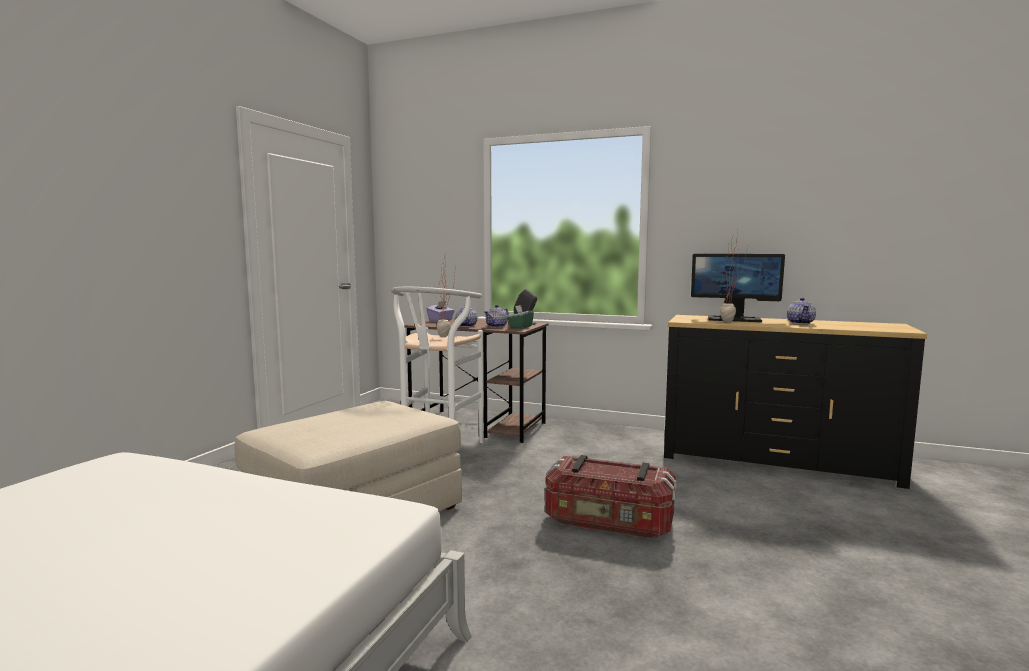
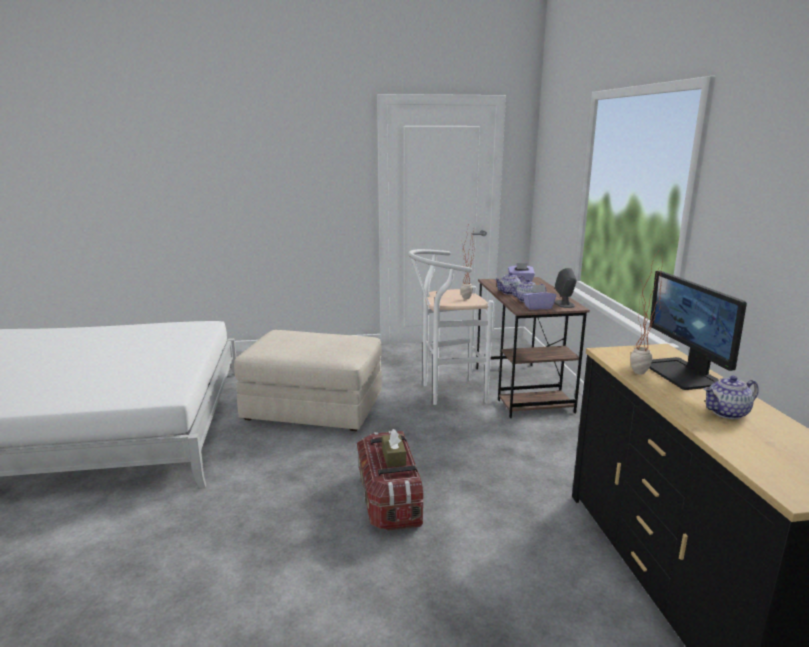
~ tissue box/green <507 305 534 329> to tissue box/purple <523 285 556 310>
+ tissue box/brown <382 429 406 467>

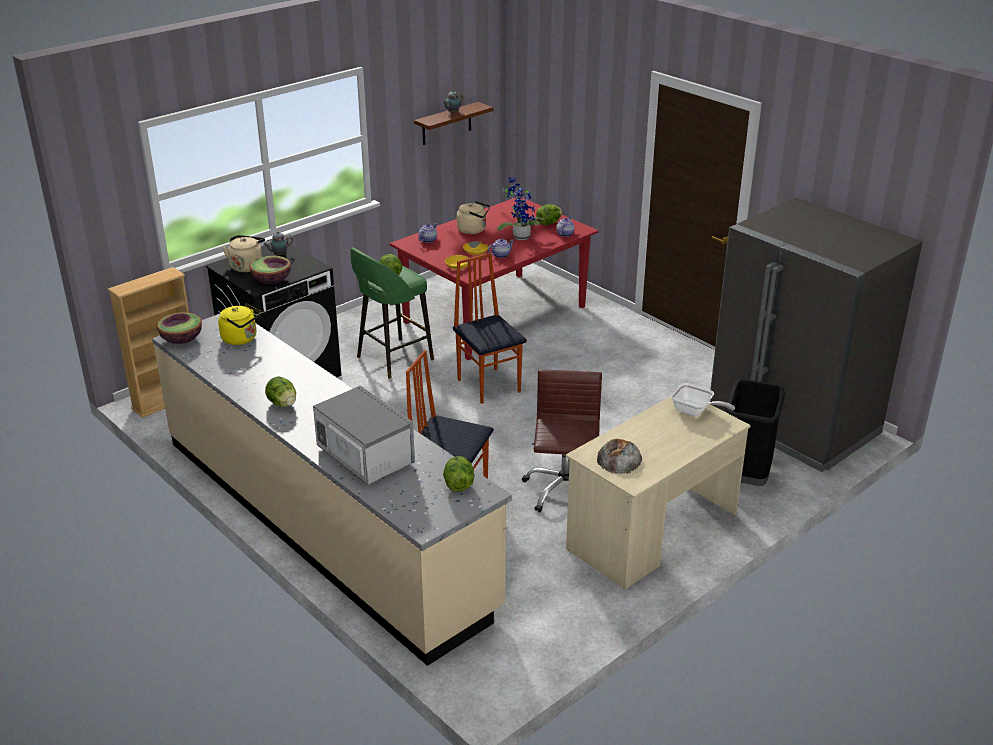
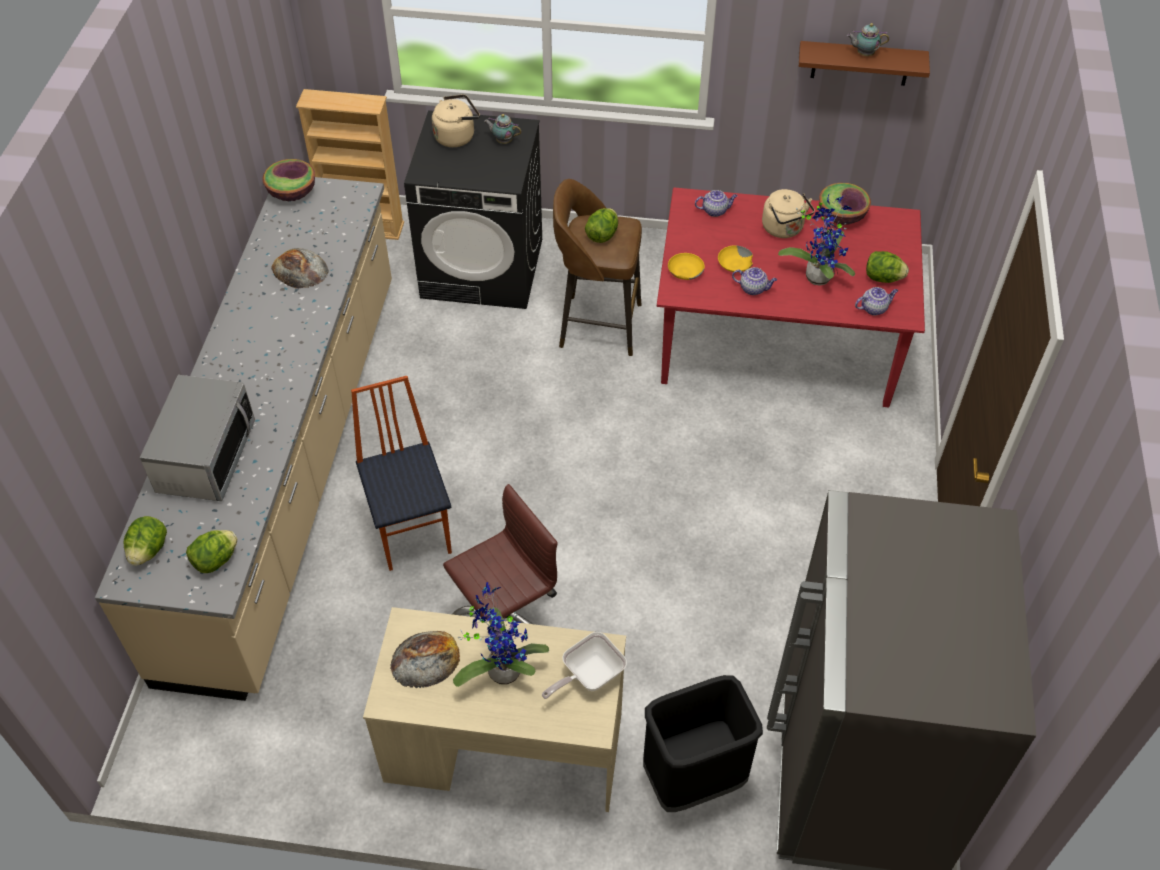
- kettle/yellow <218 303 262 345>
~ bowl <250 256 291 284> to <819 183 871 225>
~ lettuce <265 376 296 407> to <124 516 167 566>
~ stool/green <350 247 434 379> to stool/brown <553 179 642 356>
- chair <453 253 527 404>
~ frying pan <671 383 735 416> = <542 632 627 699> 60 degrees clockwise
+ bread <271 248 329 289>
+ potted plant <453 582 549 687>

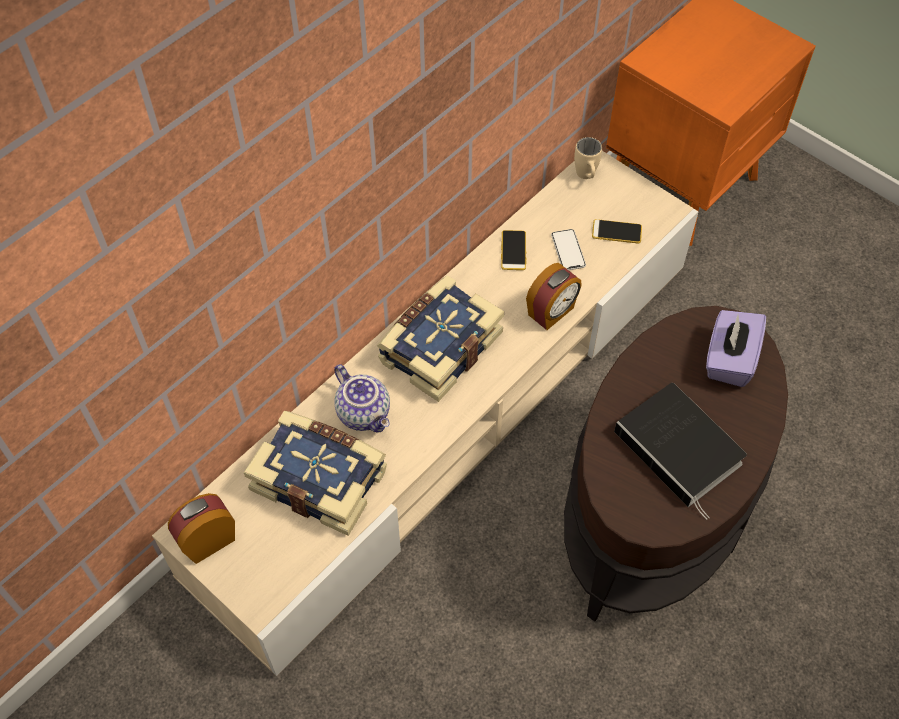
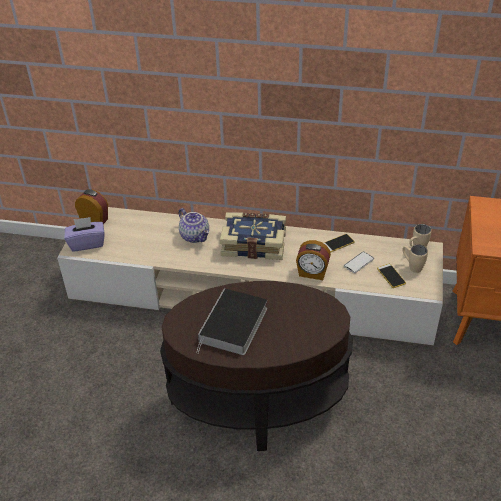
- book <244 411 387 536>
~ teapot <334 364 390 433> = <179 208 209 243> 60 degrees counterclockwise
~ tissue box/purple <706 310 766 387> to <65 217 105 252>
+ mug/beige <403 244 428 273>

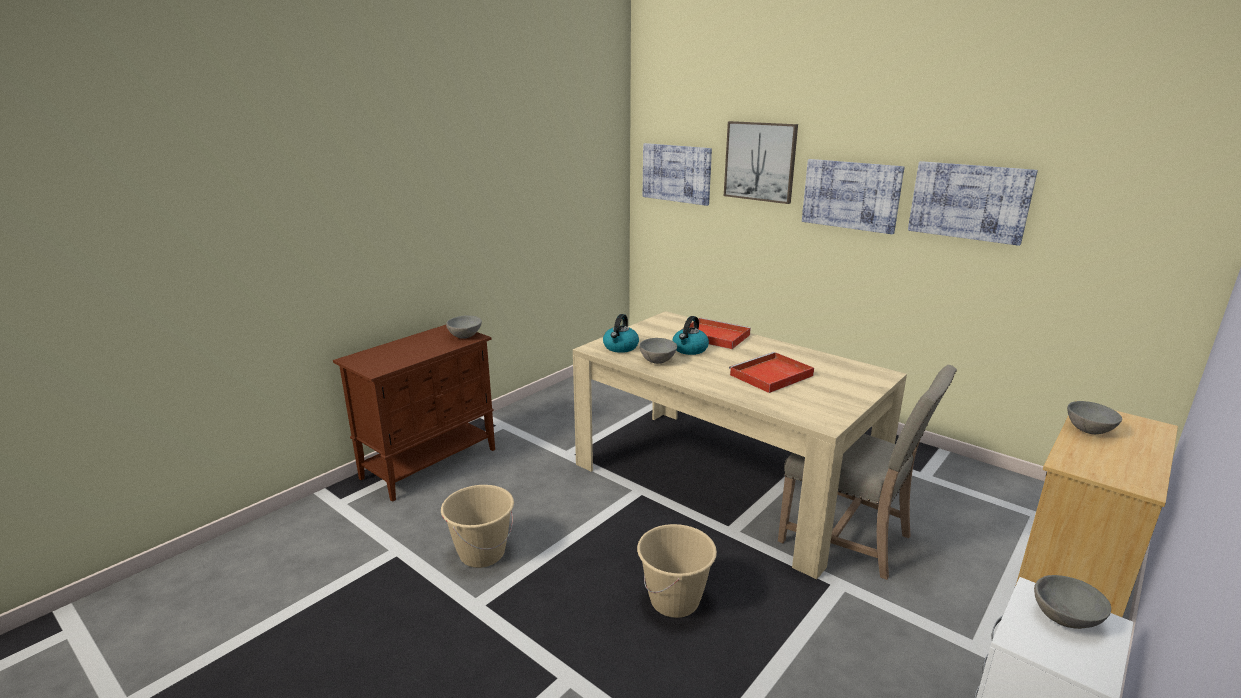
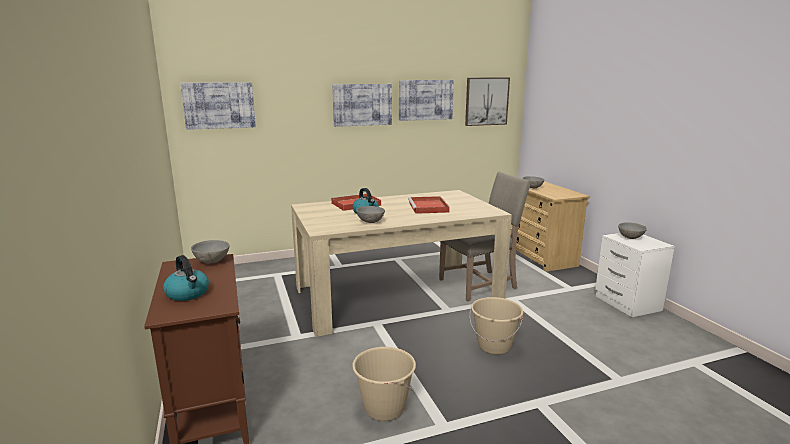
~ kettle <603 314 639 353> to <163 255 209 301>
~ picture <724 121 798 204> to <465 78 510 126>

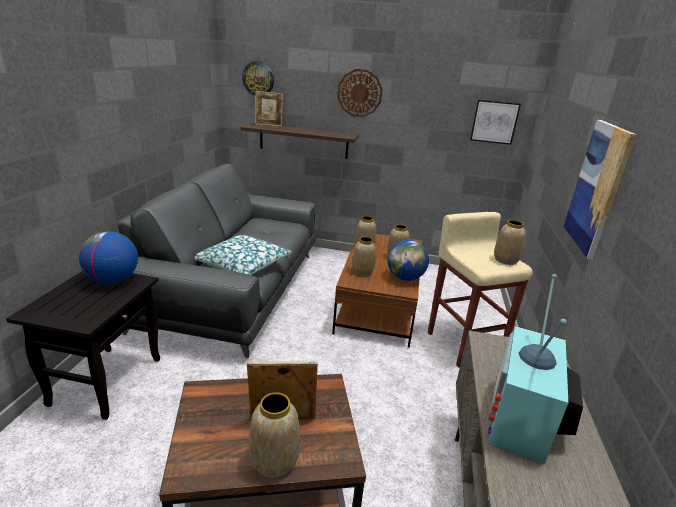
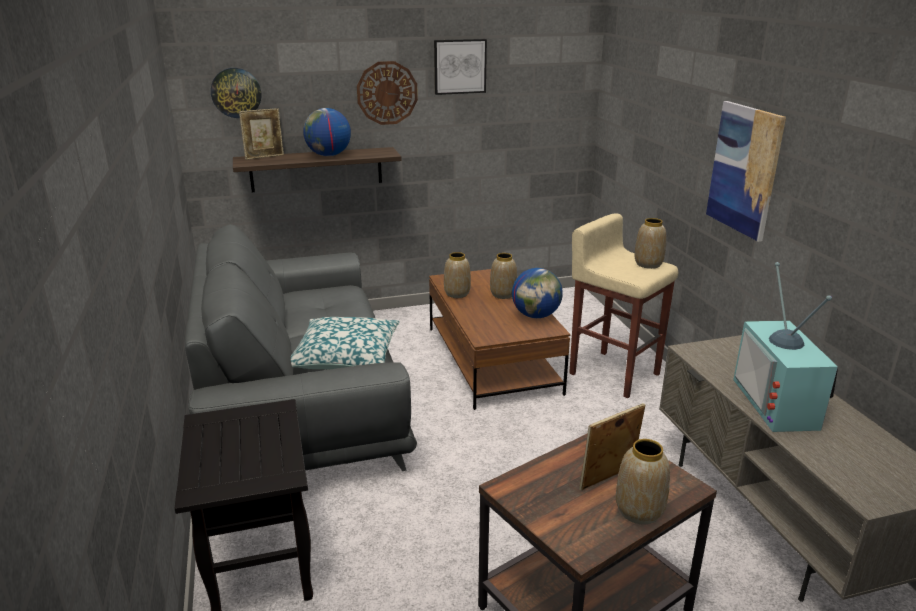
~ globe <79 231 138 284> to <303 108 351 156>
- vase <352 237 376 276>
~ picture <470 100 521 145> to <434 39 487 95>

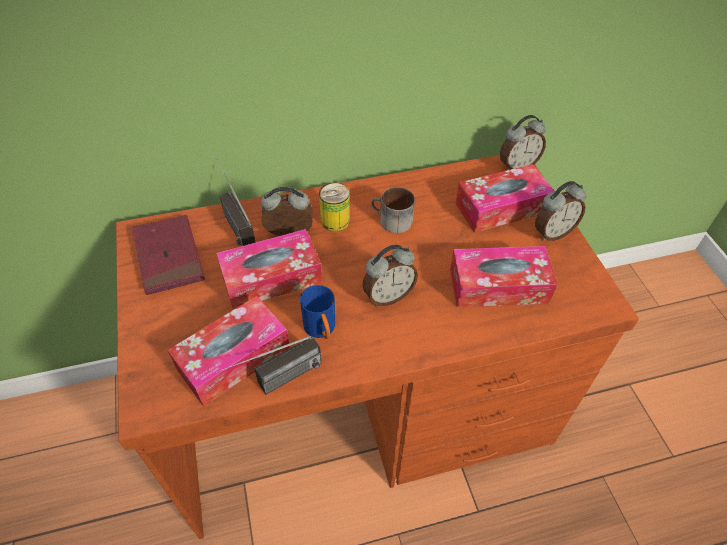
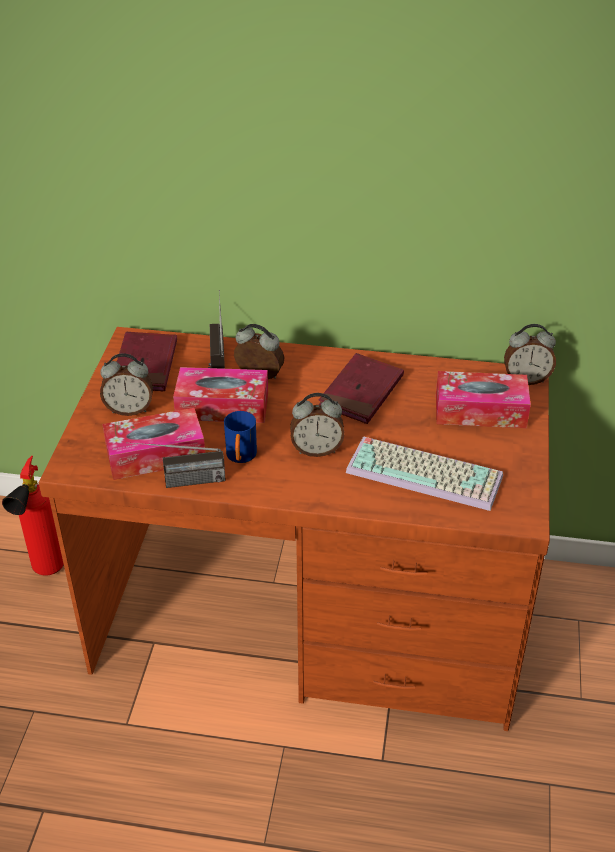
- can <319 183 350 232>
~ mug <371 187 415 233> to book/red <319 353 404 424>
~ tissue box <450 246 558 307> to keyboard <346 436 503 511>
~ alarm clock <535 181 586 241> to <100 353 153 416>
+ fire extinguisher <2 456 64 576>

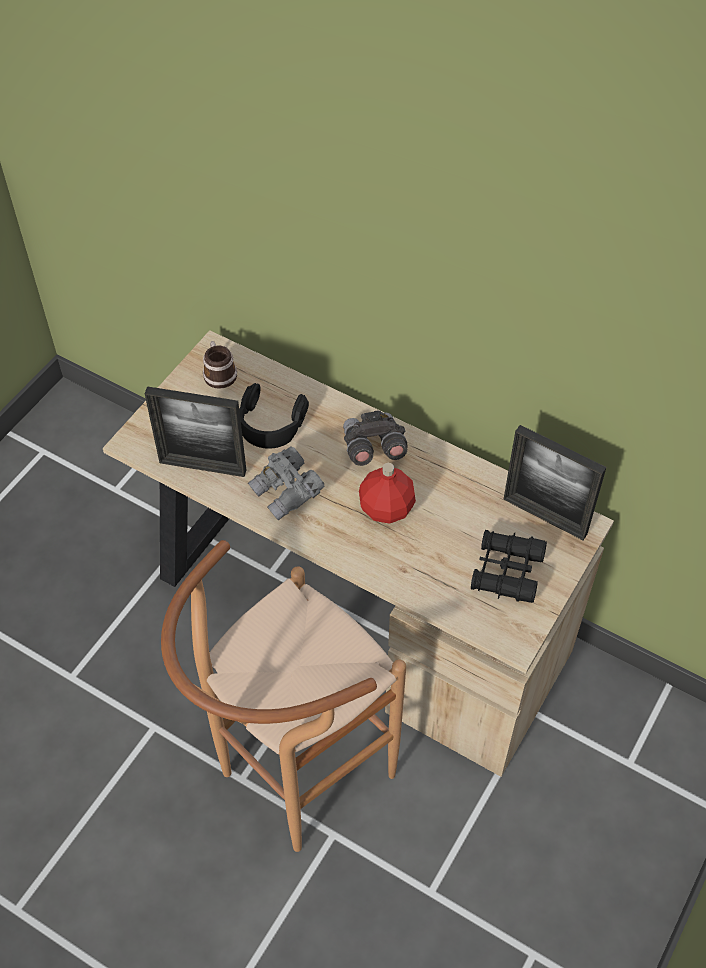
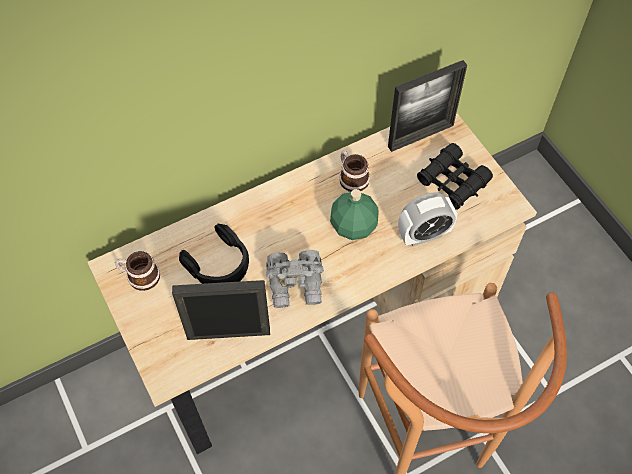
~ picture frame <144 386 246 477> = <172 280 270 340> 135 degrees counterclockwise
- binoculars/grey <343 410 407 466>
~ bottle/red <359 463 416 524> to bottle/green <330 189 379 240>
+ mug <339 151 370 192>
+ alarm clock <398 192 457 246>

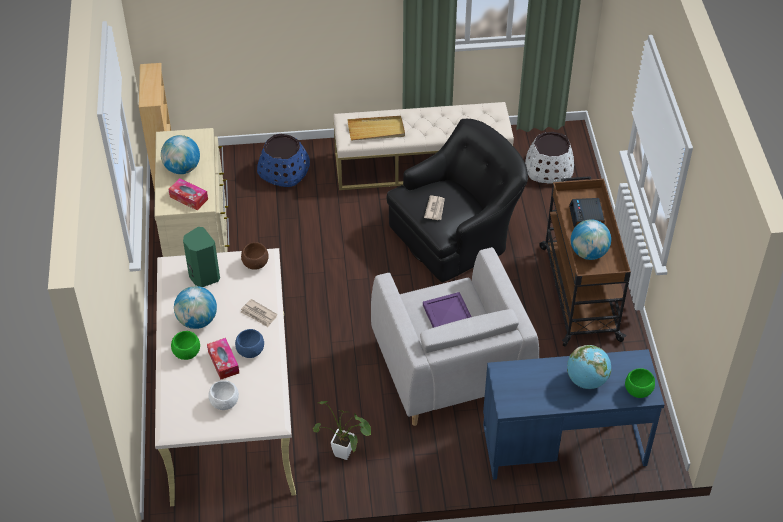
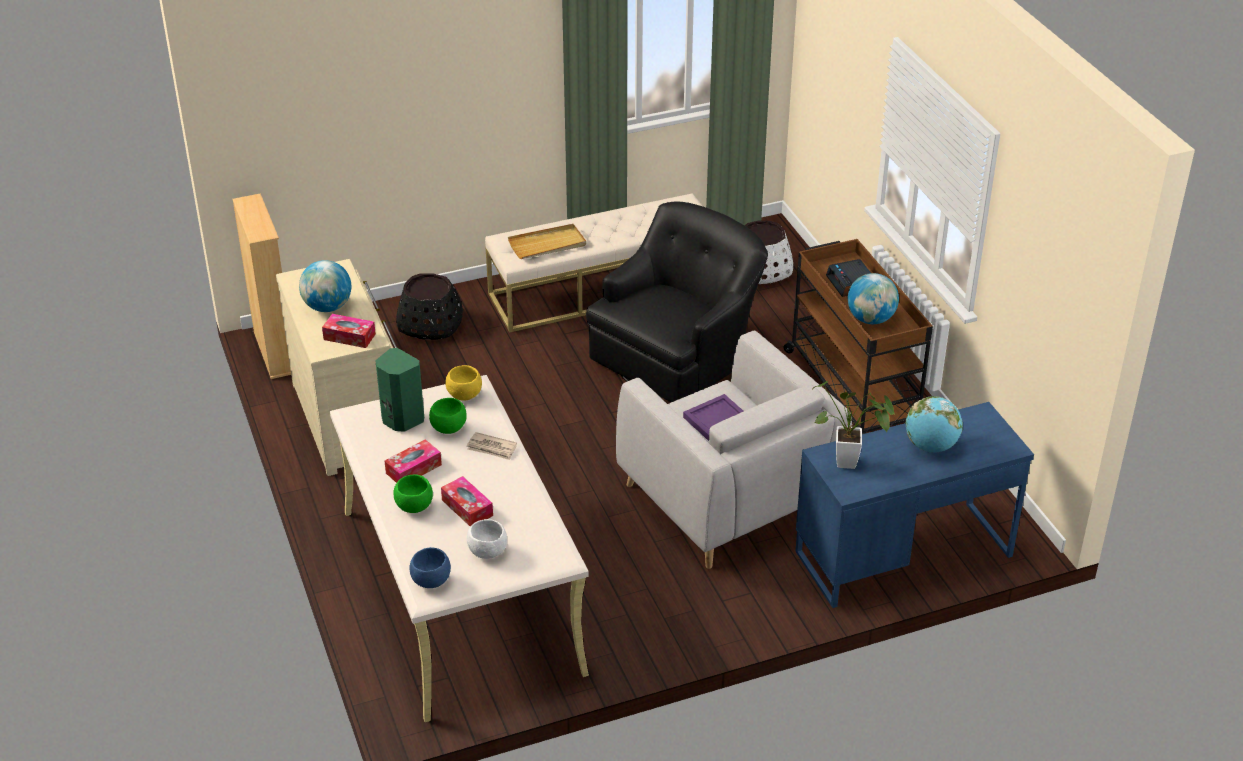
~ globe <174 286 217 329> to tissue box <385 440 442 483>
~ bowl/blue <235 329 264 358> to <409 547 451 588>
~ bowl/brown <241 242 269 270> to bowl/yellow <445 365 482 400>
~ planter/blue <257 134 310 187> to planter/black <396 273 463 340>
~ potted plant <313 401 371 460> to <812 381 895 469>
- newspaper <424 195 445 220>
~ bowl/green <625 368 655 398> to <429 398 467 434>

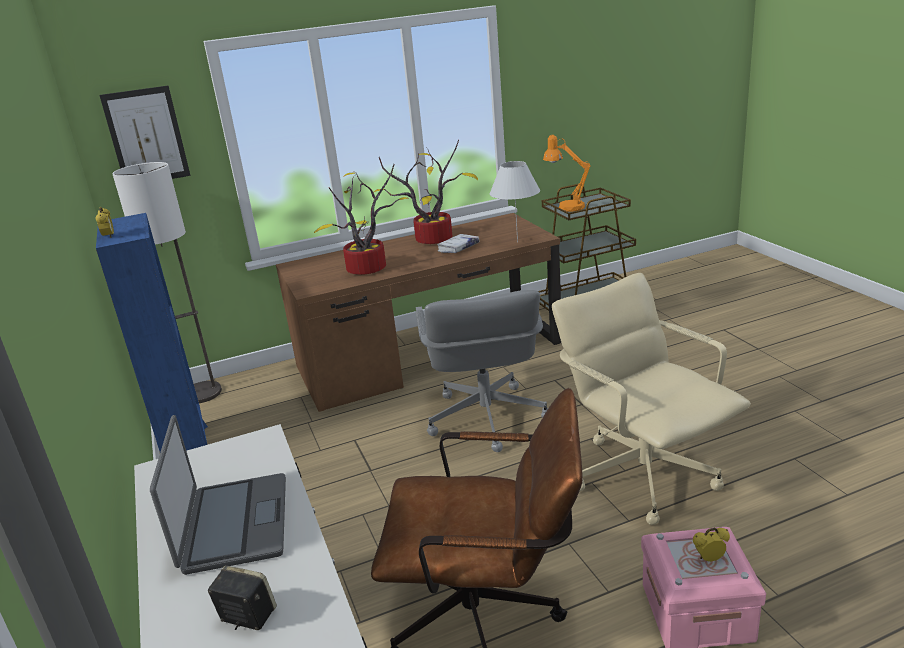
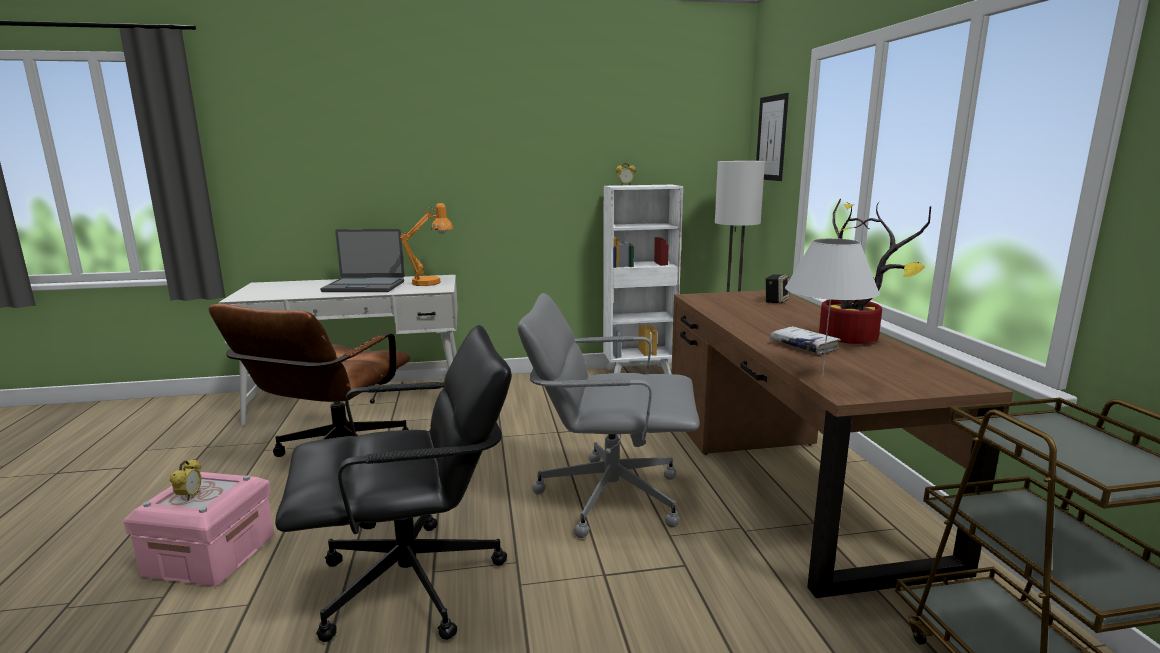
~ bookcase/blue <96 213 208 452> to bookcase/white <603 185 683 374>
~ speaker <208 566 277 630> to <765 274 789 304>
- potted plant <314 164 408 275>
~ table lamp/orange <543 135 591 212> to <400 203 453 286>
~ office chair/beige <552 273 751 525> to office chair/black <275 325 512 642>

